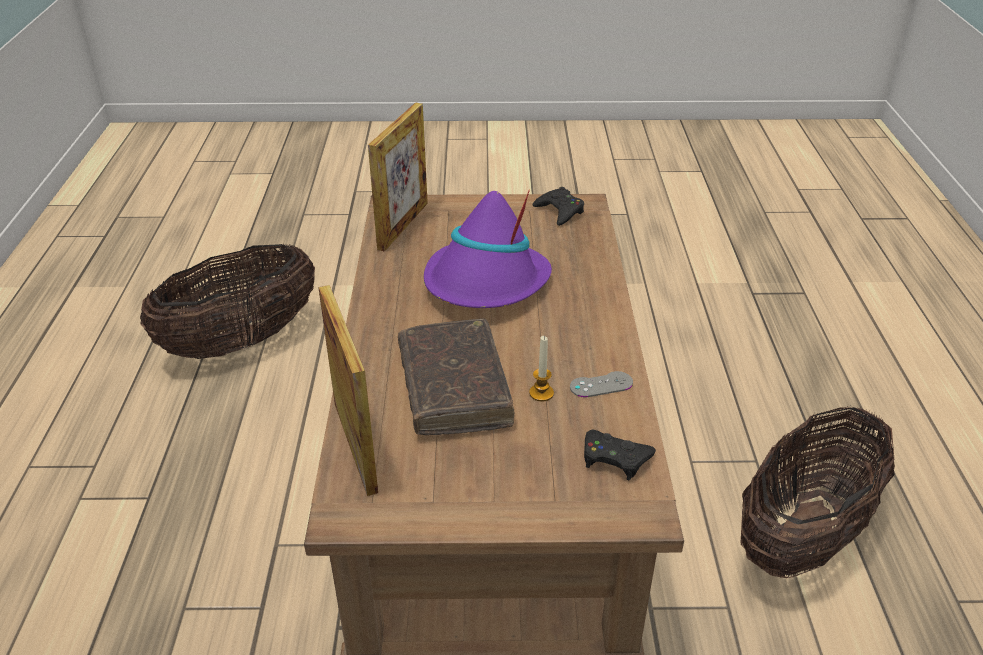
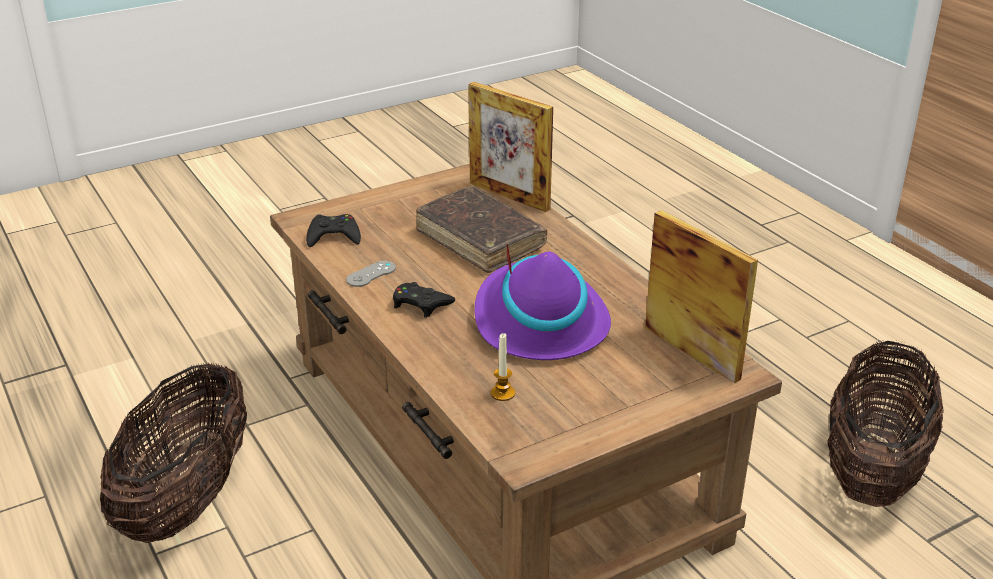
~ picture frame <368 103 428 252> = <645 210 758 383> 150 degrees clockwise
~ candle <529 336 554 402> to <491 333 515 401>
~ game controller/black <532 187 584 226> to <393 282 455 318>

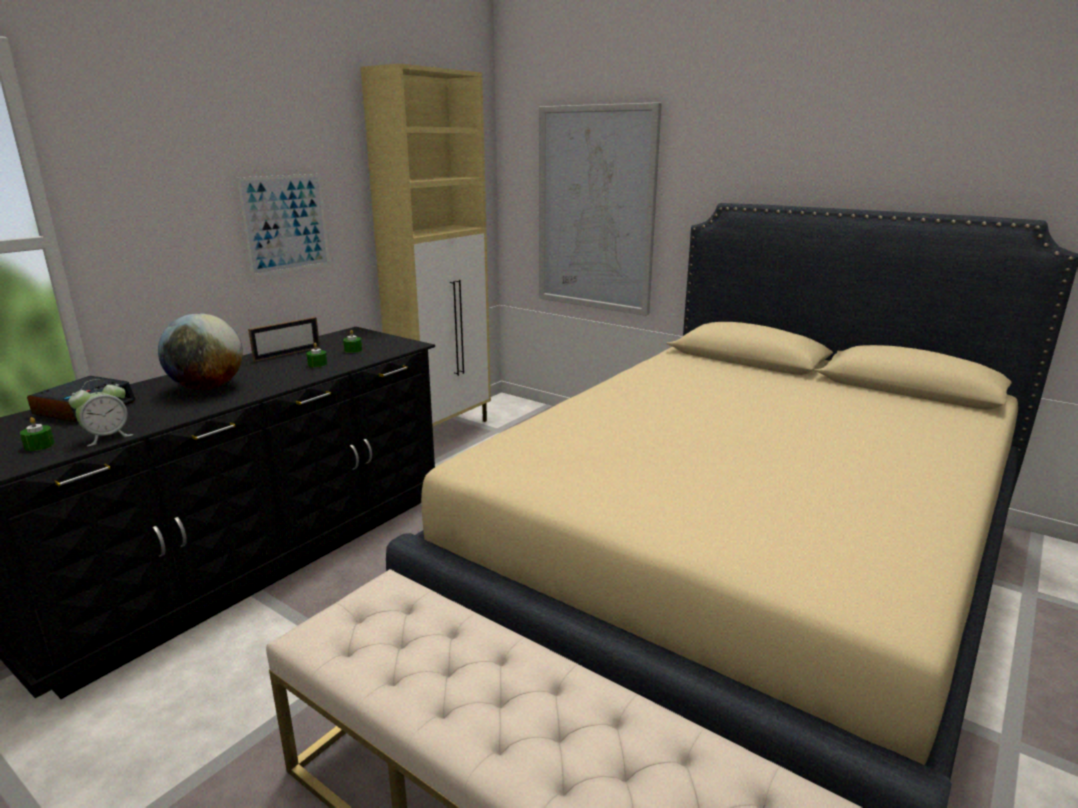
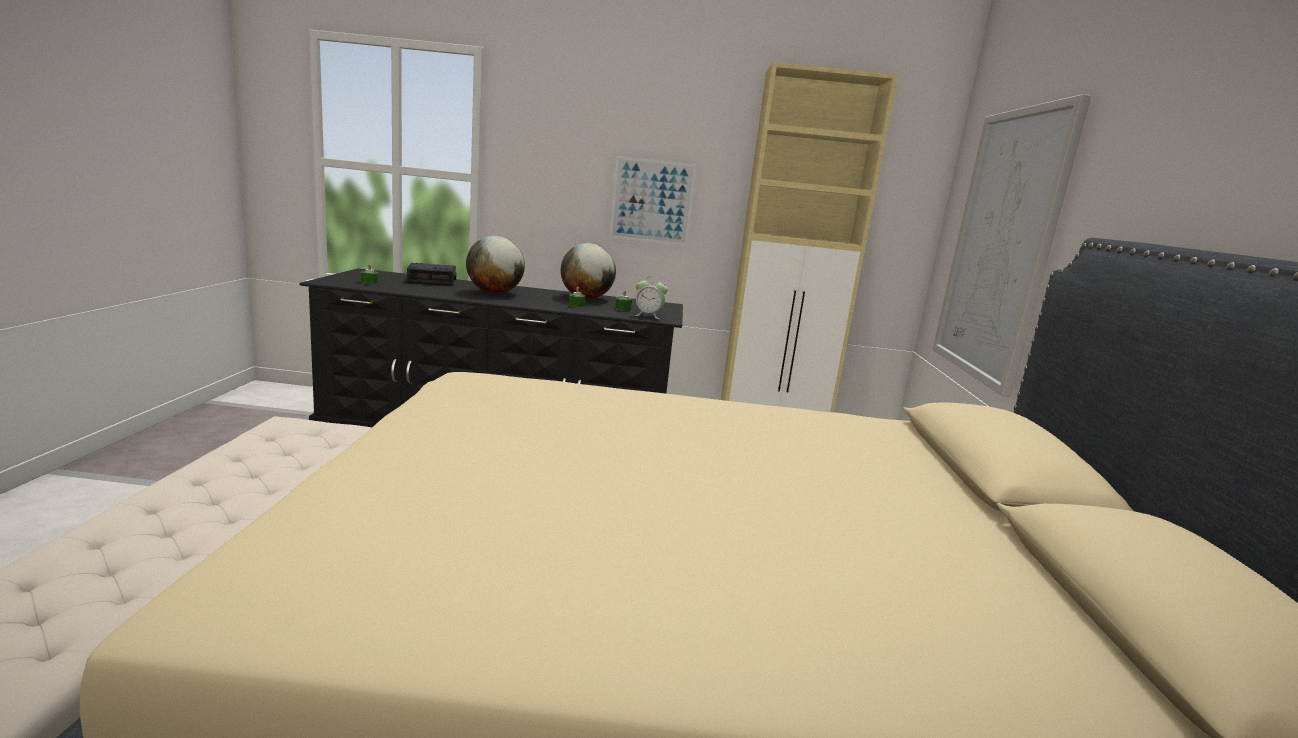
~ alarm clock <68 379 133 446> to <634 276 668 319>
~ picture frame <248 317 320 362> to globe <561 243 616 299>

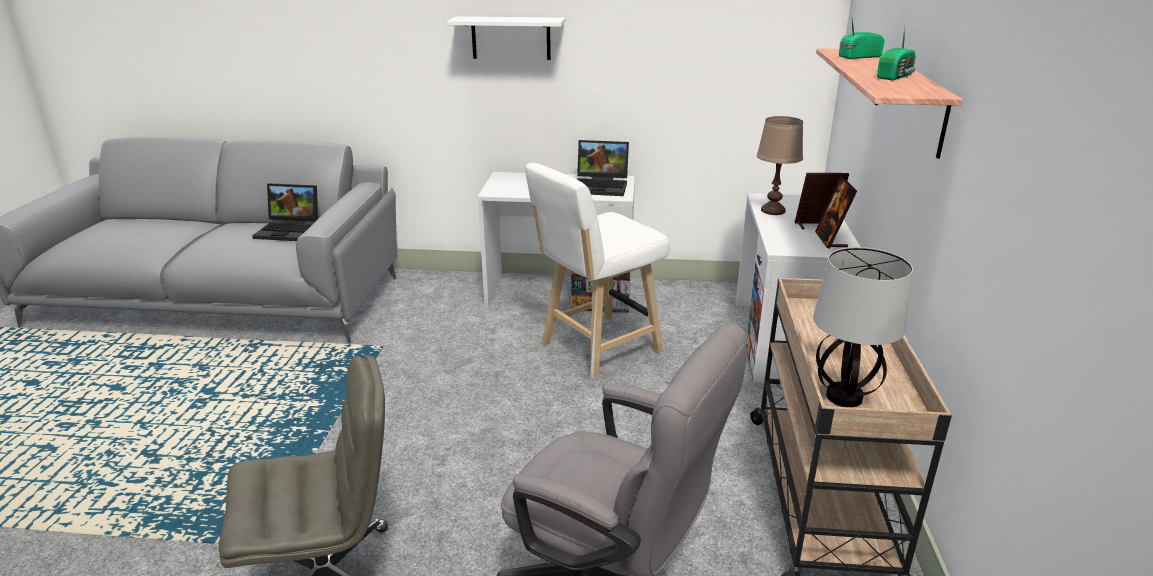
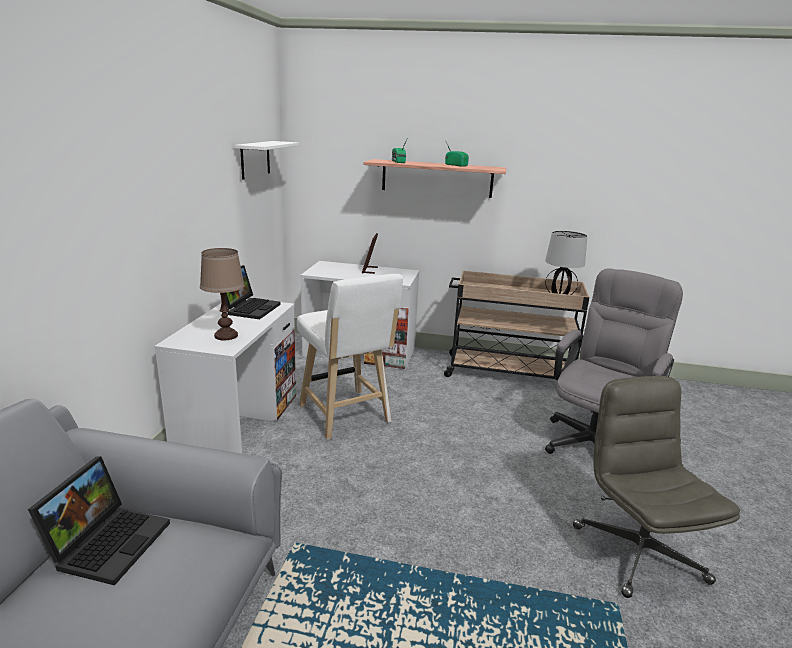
~ shelf/white <447 16 565 60> to <234 141 299 179>
~ table lamp/brown <757 116 803 215> to <200 248 245 340>
- picture frame <815 176 857 249>

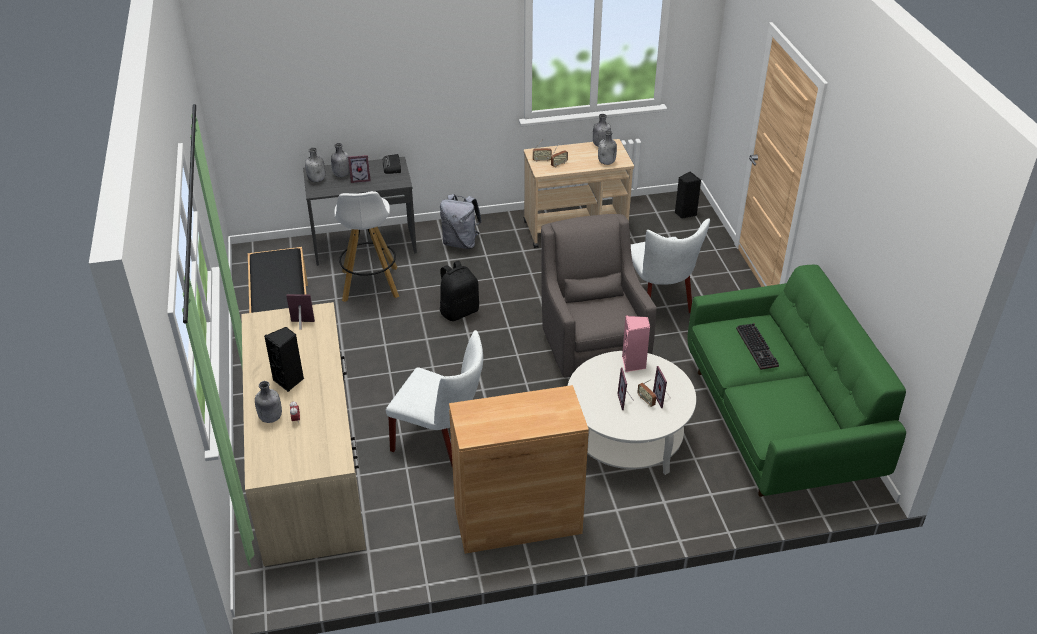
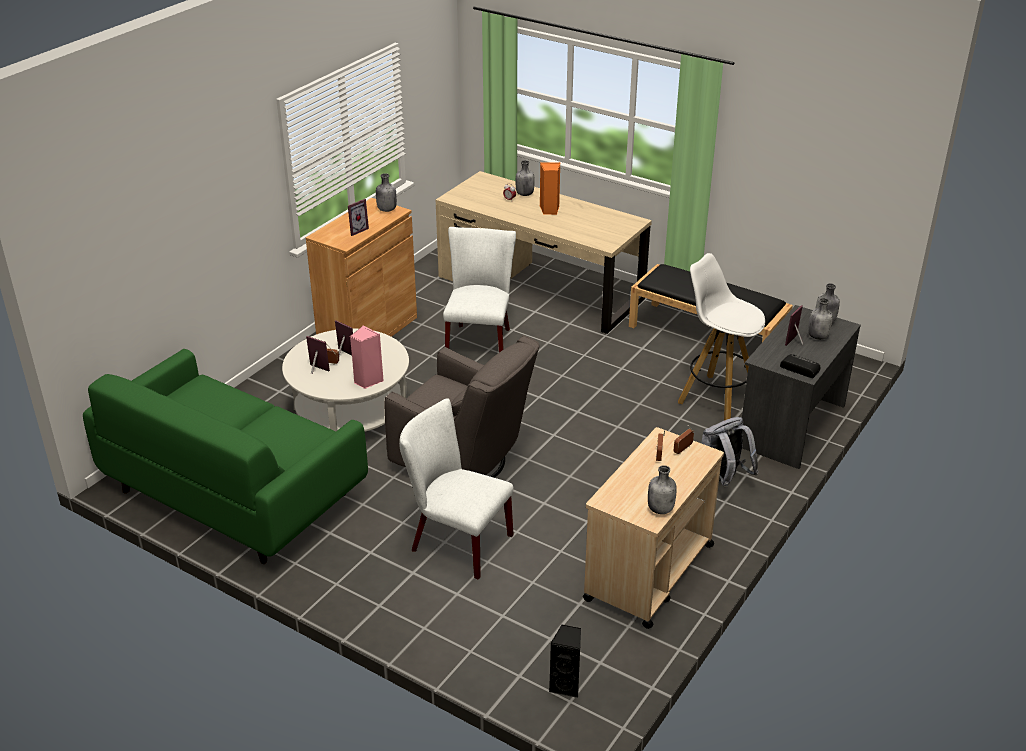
~ speaker/black <264 327 304 392> to speaker/orange <540 162 560 215>
~ picture frame <286 294 315 329> to <348 199 369 236>
~ chair/white <386 330 483 468> = <443 227 516 352> 120 degrees clockwise
- backpack/black <440 261 479 321>
~ bottle/grey <598 130 617 165> to <376 173 397 212>
- keyboard <736 323 779 370>

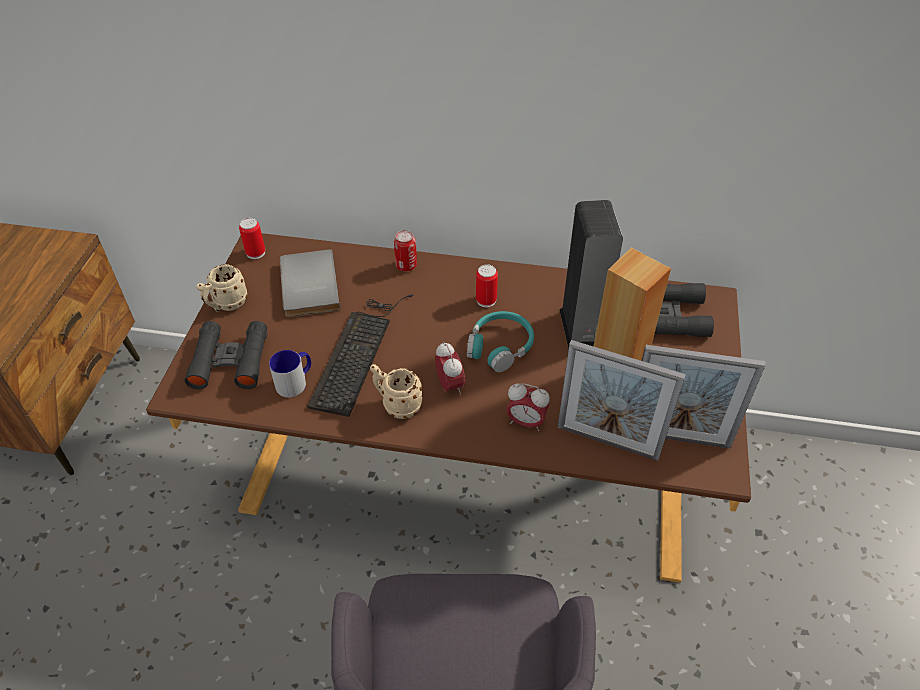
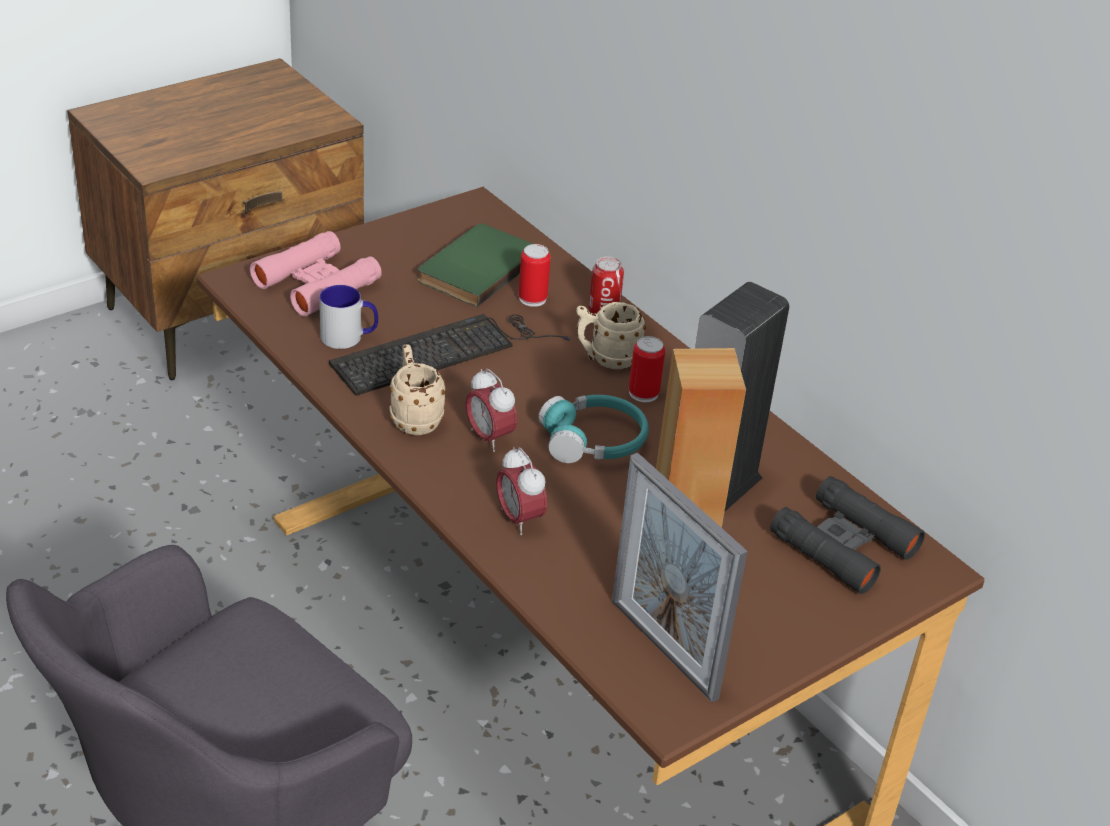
~ binoculars/black <184 321 267 389> to binoculars/pink <250 231 382 317>
~ mug/beige <196 264 247 312> to <576 302 646 369>
~ can <239 218 265 259> to <519 244 551 307>
~ book/grey <280 249 340 318> to book/green <418 224 533 307>
~ alarm clock <435 342 465 395> = <466 369 517 452> 120 degrees clockwise
- picture frame <557 340 686 461>

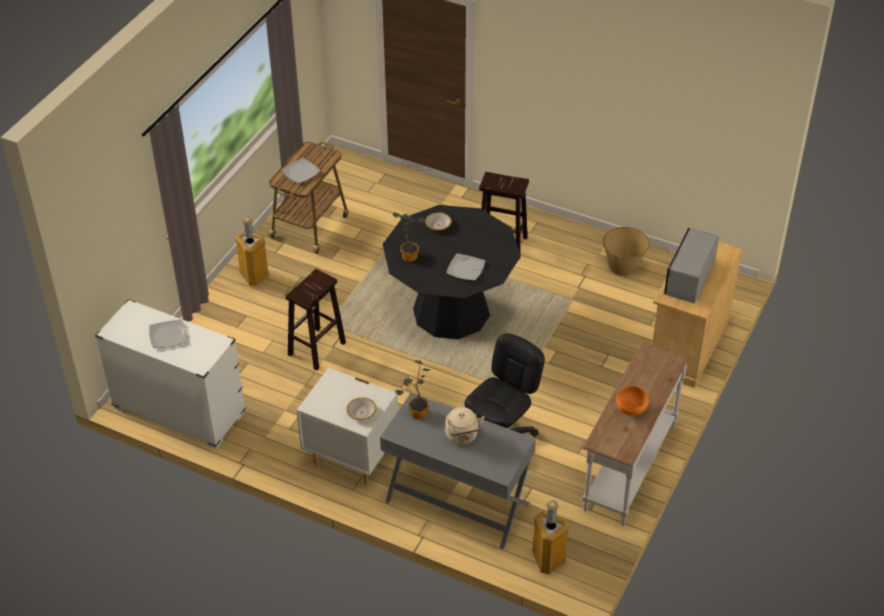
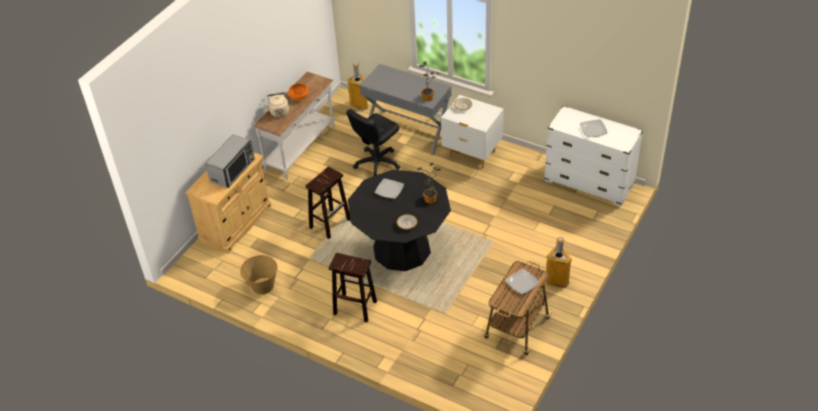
~ stool/brown <285 269 346 370> to <305 167 350 239>
~ kettle/beige <445 407 484 445> to <264 92 289 117>

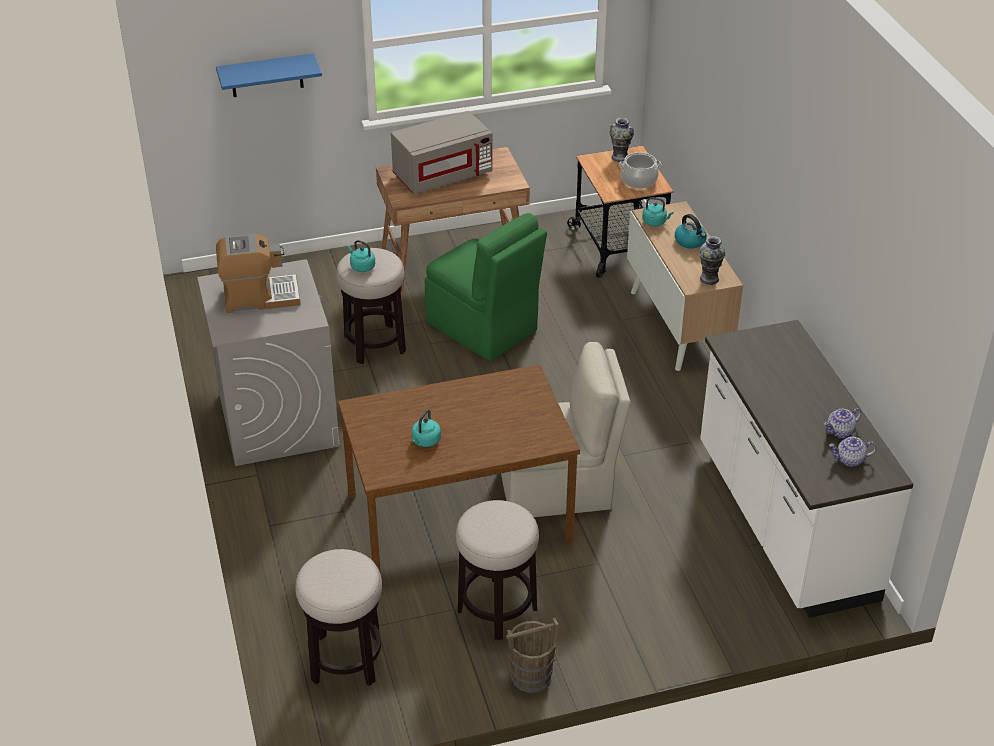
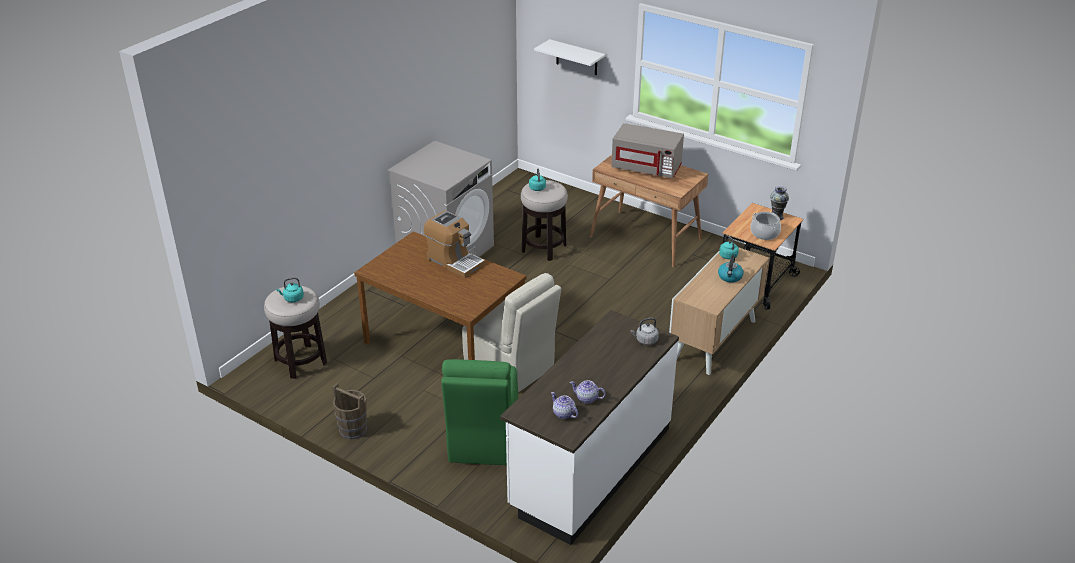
~ shelf/blue <216 53 322 97> to shelf/white <534 39 605 75>
~ coffee machine <216 234 301 313> to <424 211 485 278>
~ kettle/turquoise <412 409 441 447> to <276 277 304 302>
~ chair/green <425 213 547 361> to <441 359 518 465>
- stool <456 500 539 640>
- vase <699 236 725 285>
+ kettle/grey <630 318 659 345>

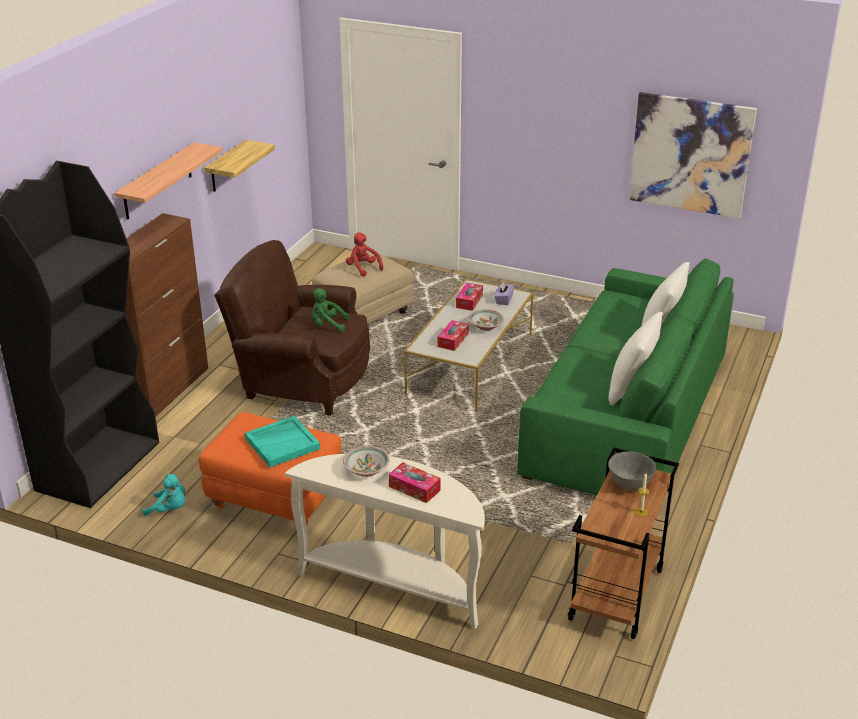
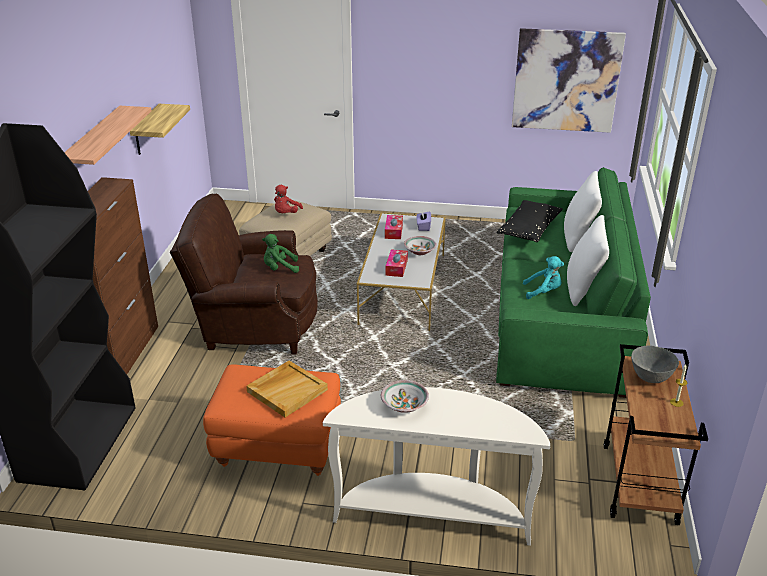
~ plush toy/turquoise <142 474 185 516> to <523 256 564 299>
~ tray/turquoise <245 416 320 467> to tray/beige <246 361 328 417>
~ plush toy/red <346 233 383 277> = <274 185 303 213> 105 degrees counterclockwise
- tissue box <389 462 441 503>
+ pillow/black <496 200 563 242>

